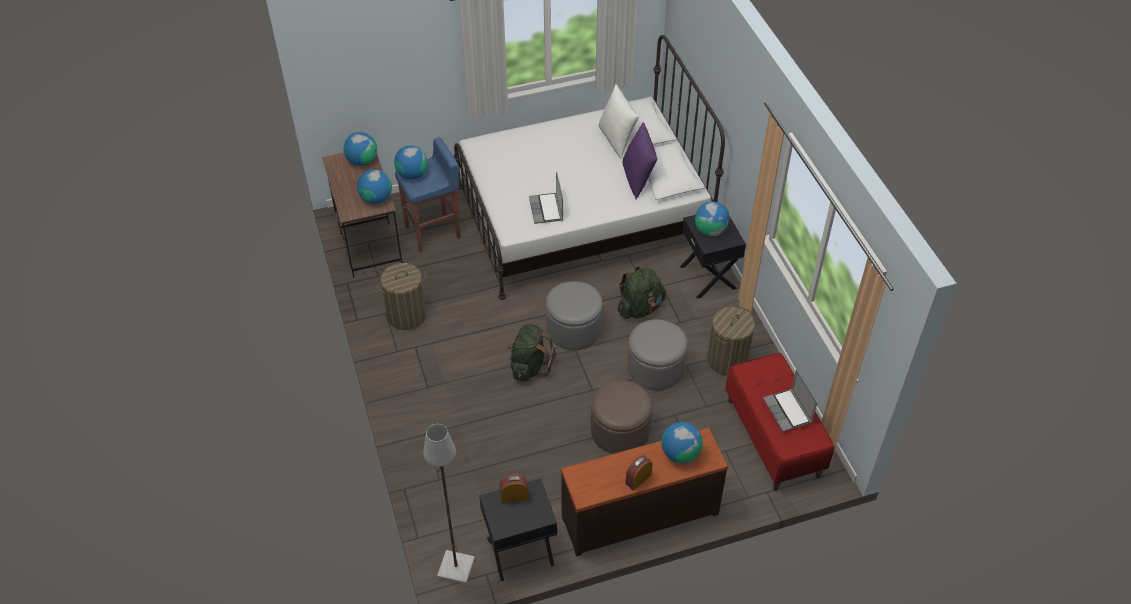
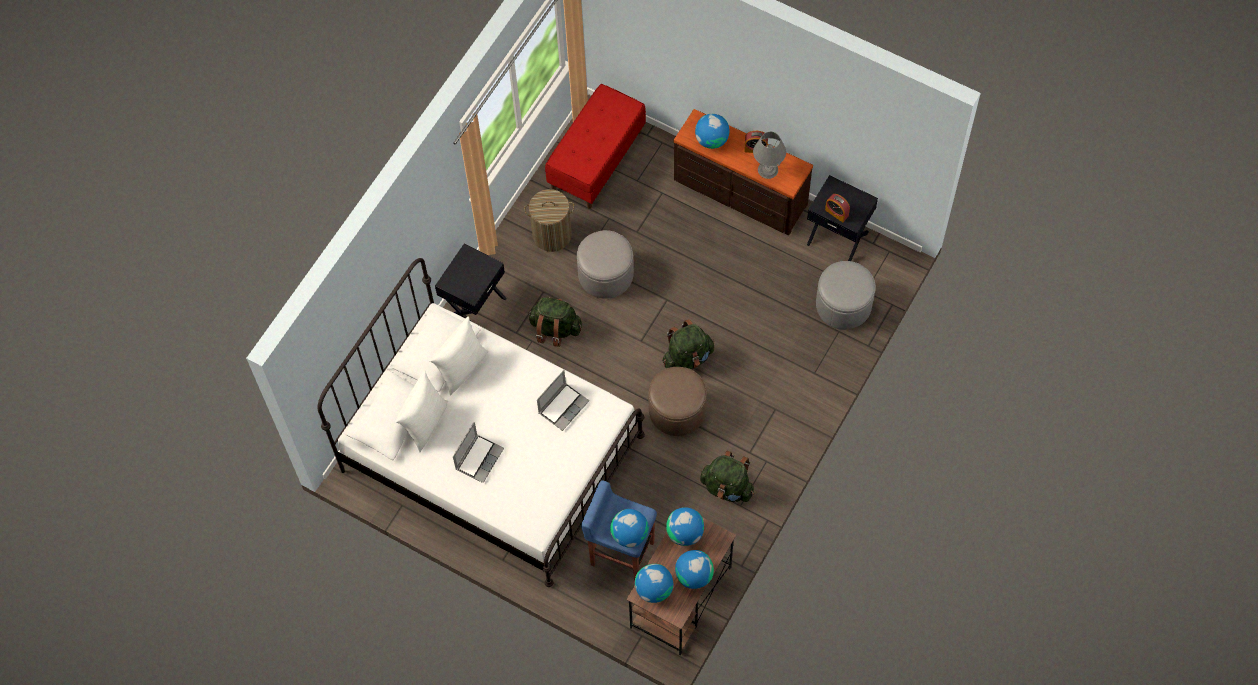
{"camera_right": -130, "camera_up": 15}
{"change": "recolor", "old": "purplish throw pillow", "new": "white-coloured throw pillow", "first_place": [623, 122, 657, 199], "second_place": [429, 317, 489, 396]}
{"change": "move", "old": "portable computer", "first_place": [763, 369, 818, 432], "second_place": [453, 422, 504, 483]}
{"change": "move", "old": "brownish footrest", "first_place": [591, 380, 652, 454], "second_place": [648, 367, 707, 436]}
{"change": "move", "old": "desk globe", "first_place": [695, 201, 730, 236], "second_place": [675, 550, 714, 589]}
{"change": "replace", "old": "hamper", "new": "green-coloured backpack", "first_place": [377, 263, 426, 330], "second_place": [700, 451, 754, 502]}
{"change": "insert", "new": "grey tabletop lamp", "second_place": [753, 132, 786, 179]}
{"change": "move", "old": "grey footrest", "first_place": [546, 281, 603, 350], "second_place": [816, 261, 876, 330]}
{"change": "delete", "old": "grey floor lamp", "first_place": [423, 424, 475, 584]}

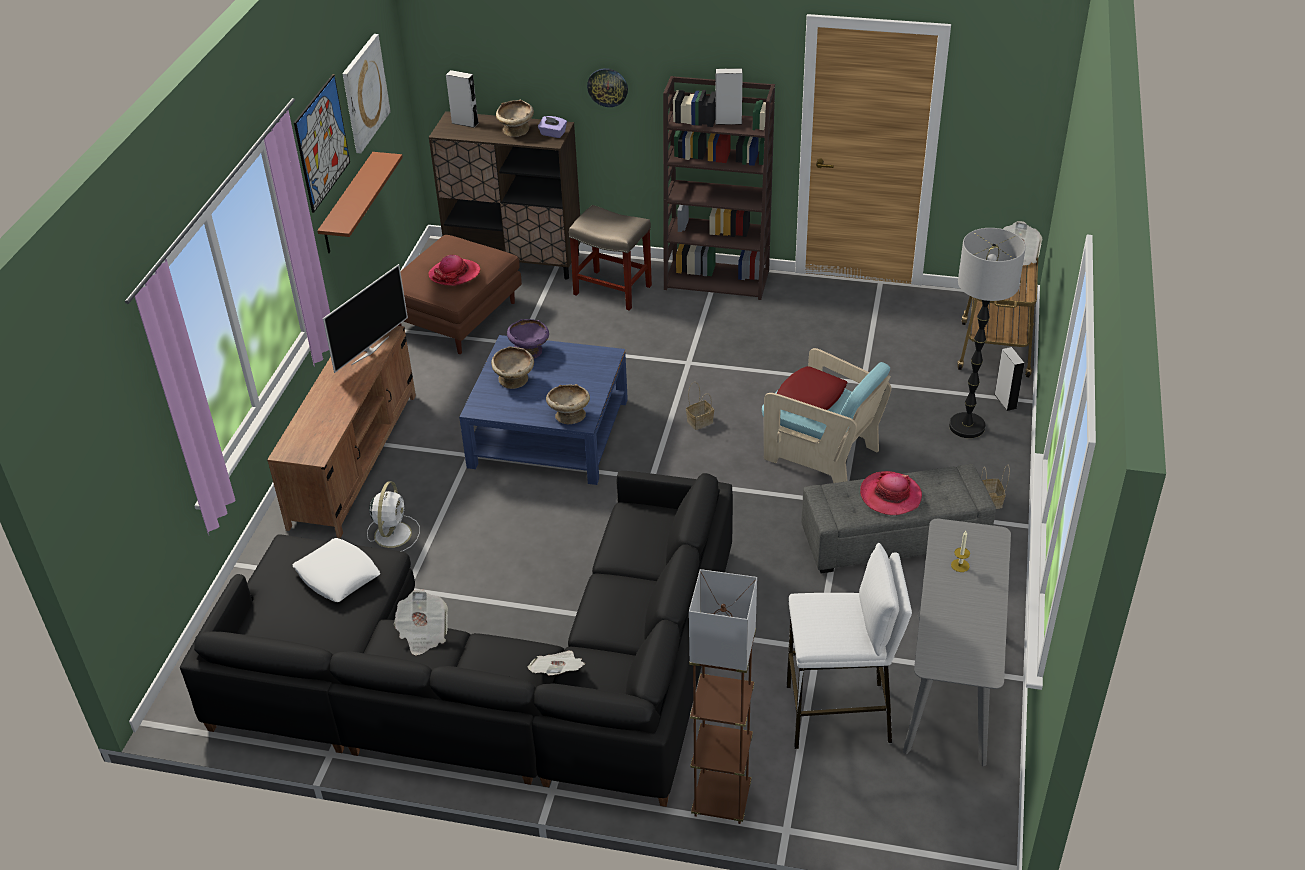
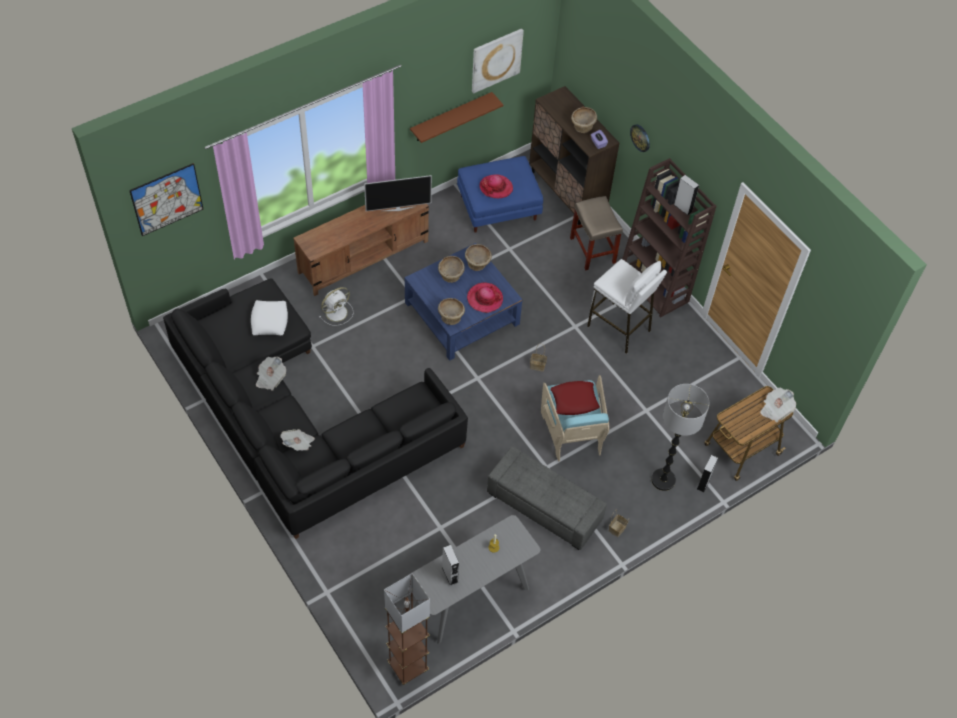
{"camera_right": 40, "camera_up": 15}
{"change": "move", "old": "picture", "first_place": [294, 74, 350, 213], "second_place": [129, 163, 204, 236]}
{"change": "move", "old": "brownish floor lamp", "first_place": [689, 569, 757, 824], "second_place": [384, 573, 430, 685]}
{"change": "move", "old": "grey audio speaker", "first_place": [446, 70, 479, 128], "second_place": [442, 545, 459, 586]}
{"change": "recolor", "old": "brownish footrest", "new": "bluish footrest", "first_place": [398, 235, 522, 354], "second_place": [457, 156, 543, 233]}
{"change": "recolor", "old": "purplish deep dish", "new": "beige-coloured deep dish", "first_place": [507, 319, 549, 359], "second_place": [465, 244, 492, 271]}
{"change": "move", "old": "hat", "first_place": [860, 471, 922, 515], "second_place": [467, 283, 503, 313]}
{"change": "move", "old": "white-coloured sitting stool", "first_place": [787, 543, 912, 749], "second_place": [587, 259, 667, 354]}

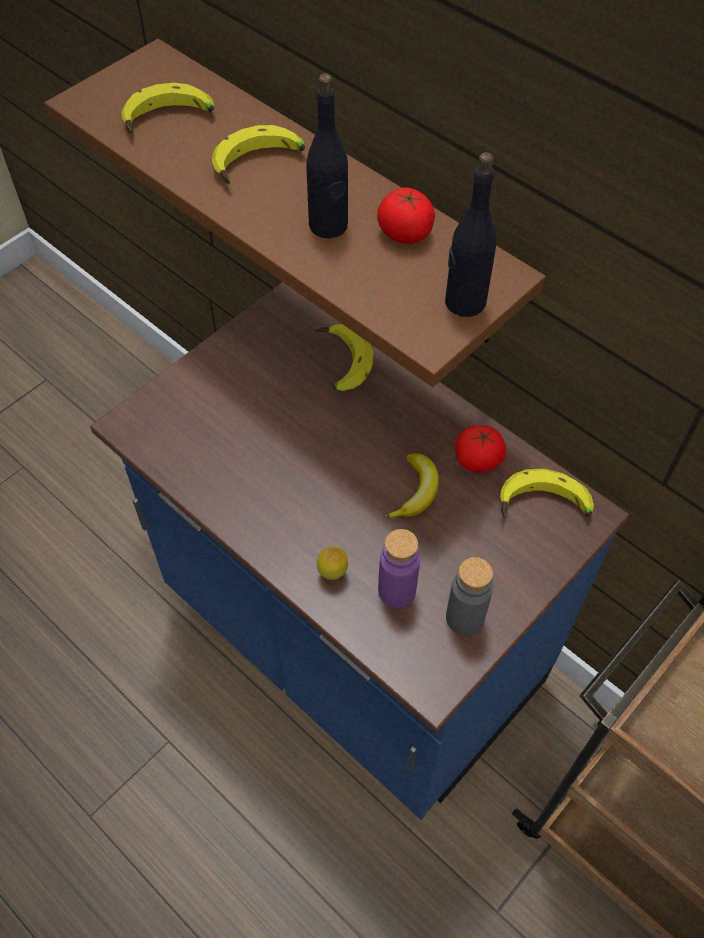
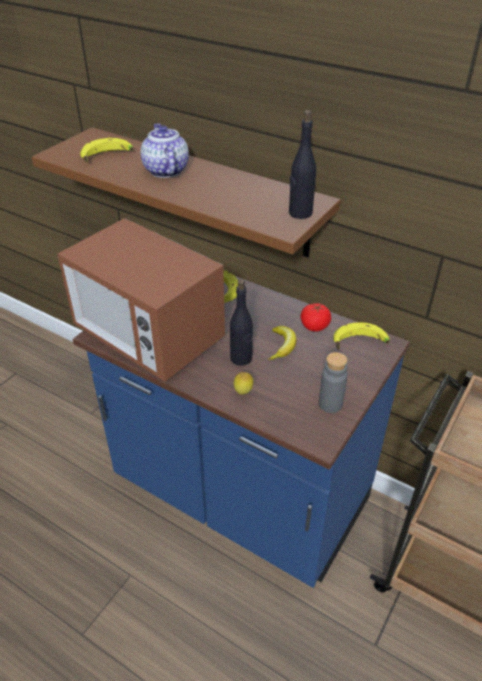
{"camera_right": -10, "camera_up": -15}
{"change": "insert", "new": "microwave oven", "second_place": [57, 218, 225, 382]}
{"change": "replace", "old": "banana", "new": "tea pot", "first_place": [212, 125, 305, 185], "second_place": [141, 123, 189, 178]}
{"change": "move", "old": "blackish beverage bottle", "first_place": [306, 73, 348, 238], "second_place": [230, 279, 253, 366]}
{"change": "delete", "old": "fresh tomato", "first_place": [377, 187, 435, 244]}
{"change": "delete", "old": "purplish beverage bottle", "first_place": [378, 529, 420, 608]}

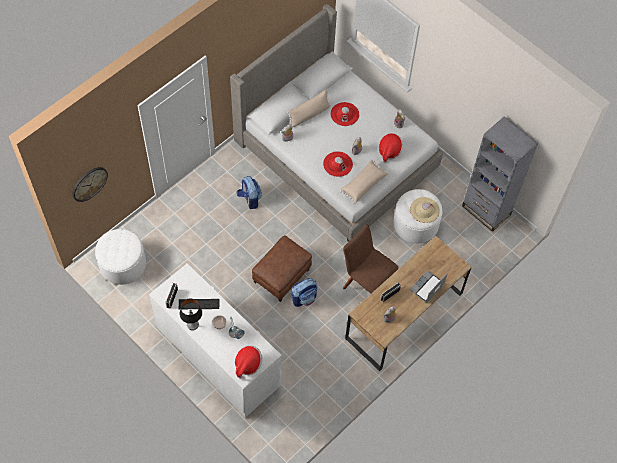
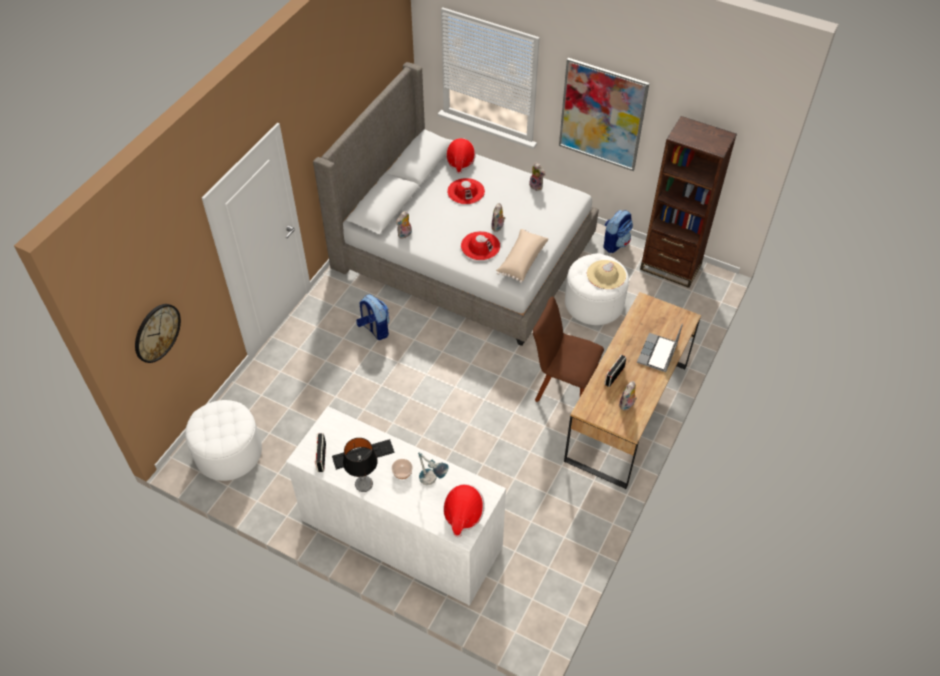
{"camera_right": -15, "camera_up": -10}
{"change": "move", "old": "hat", "first_place": [379, 133, 403, 163], "second_place": [446, 138, 475, 174]}
{"change": "insert", "new": "picture", "second_place": [559, 58, 649, 171]}
{"change": "move", "old": "backpack", "first_place": [292, 278, 317, 307], "second_place": [603, 210, 633, 253]}
{"change": "recolor", "old": "grey shelving unit", "new": "brownish shelving unit", "first_place": [462, 116, 538, 232], "second_place": [640, 116, 737, 288]}
{"change": "delete", "old": "brownish footrest", "first_place": [252, 235, 312, 302]}
{"change": "delete", "old": "beige-coloured throw pillow", "first_place": [287, 89, 331, 127]}

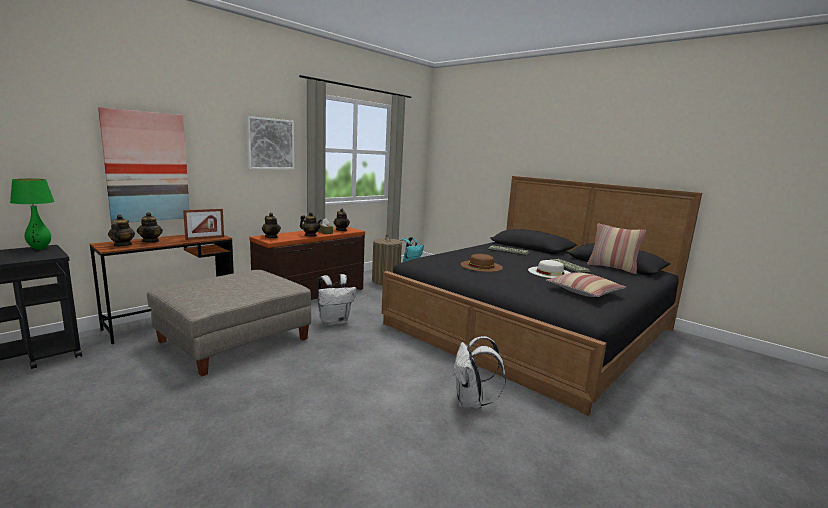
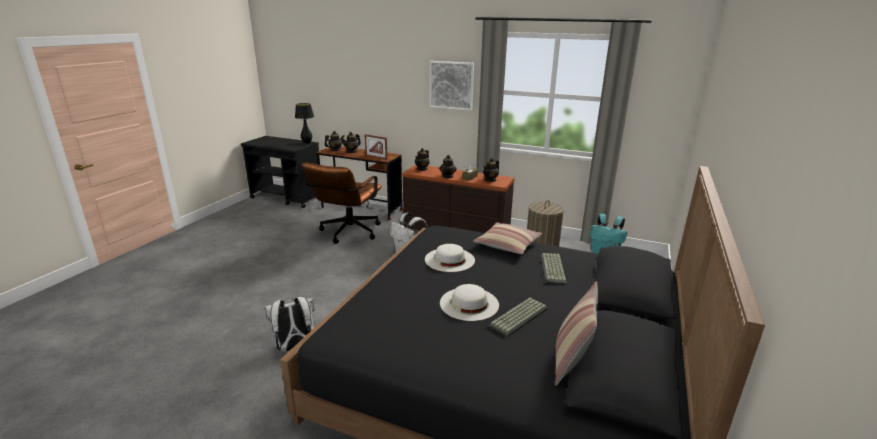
{"camera_right": 70, "camera_up": 10}
{"change": "recolor", "old": "green-coloured tabletop lamp", "new": "blackish tabletop lamp", "first_place": [10, 179, 55, 250], "second_place": [295, 103, 314, 144]}
{"change": "replace", "old": "grey footrest", "new": "brownish office chair", "first_place": [147, 270, 311, 376], "second_place": [301, 163, 382, 244]}
{"change": "recolor", "old": "brownish hat", "new": "white-coloured hat", "first_place": [460, 254, 503, 272], "second_place": [425, 244, 475, 272]}
{"change": "move", "old": "throw pillow", "first_place": [546, 273, 626, 297], "second_place": [473, 222, 542, 254]}
{"change": "delete", "old": "picture", "first_place": [98, 107, 190, 223]}

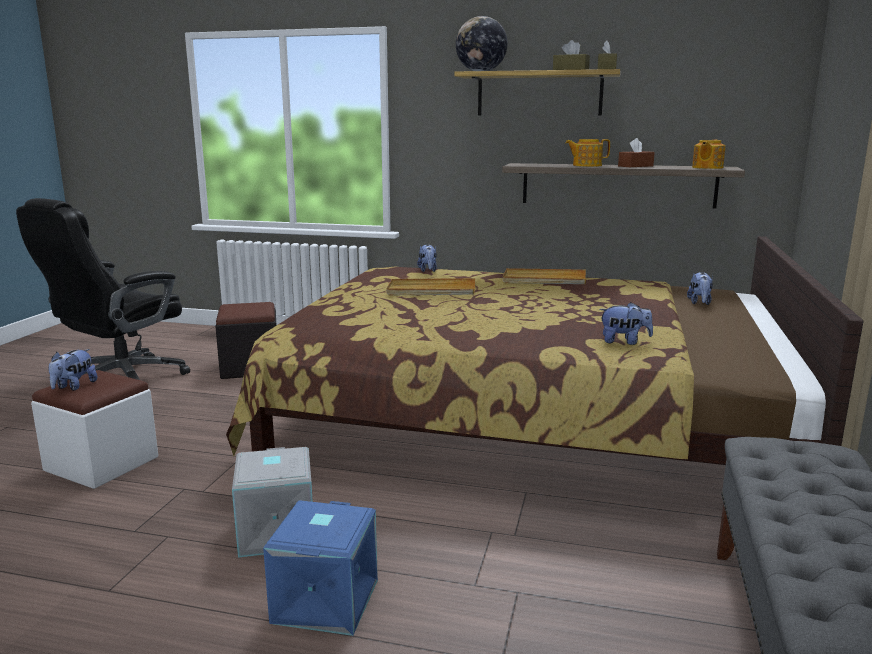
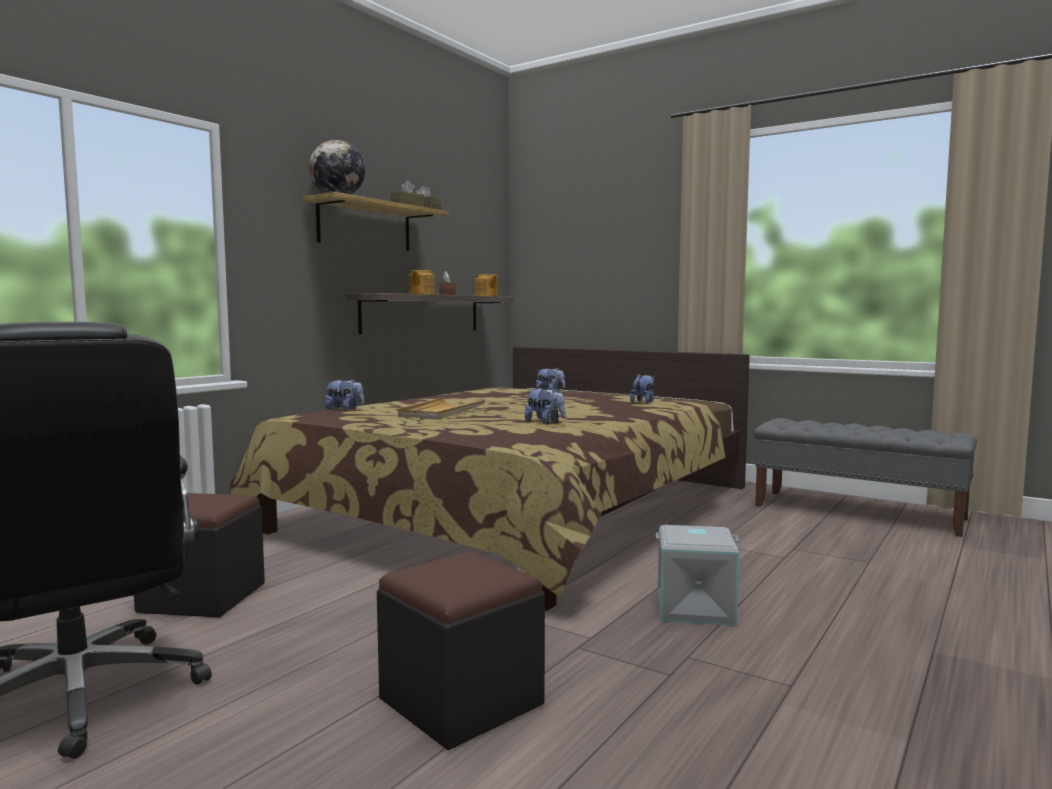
{"camera_right": -70, "camera_up": -10}
{"change": "recolor", "old": "white-coloured footrest", "new": "blackish footrest", "first_place": [31, 370, 158, 489], "second_place": [377, 551, 545, 750]}
{"change": "move", "old": "cuddly toy", "first_place": [48, 349, 97, 391], "second_place": [525, 387, 565, 424]}
{"change": "delete", "old": "bluish storage container", "first_place": [263, 500, 378, 636]}
{"change": "delete", "old": "beige-coloured serving tray", "first_place": [503, 268, 586, 284]}

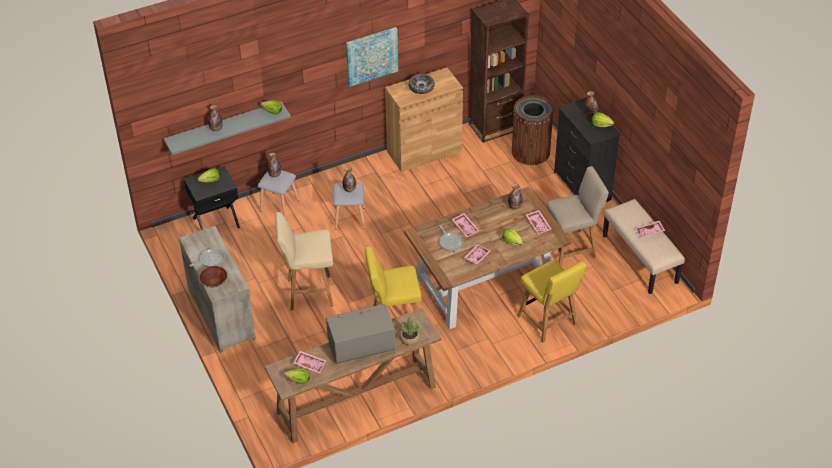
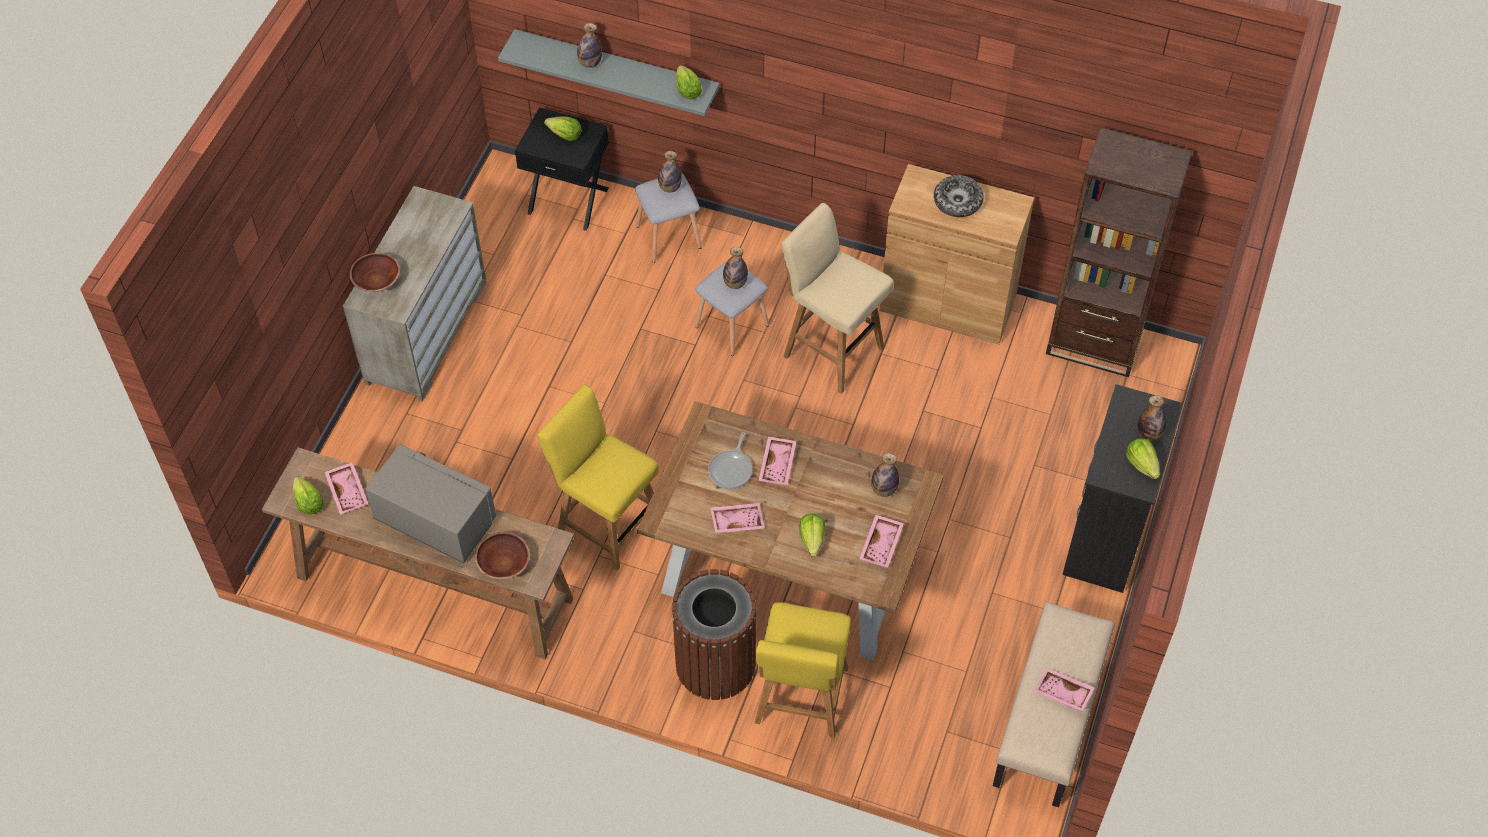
{"camera_right": 45, "camera_up": 10}
{"change": "replace", "old": "houseplant", "new": "brownish deep dish", "first_place": [399, 317, 420, 345], "second_place": [475, 532, 530, 579]}
{"change": "move", "old": "brownish trash can", "first_place": [512, 95, 554, 165], "second_place": [671, 569, 757, 700]}
{"change": "move", "old": "beige-coloured sitting stool", "first_place": [275, 212, 333, 311], "second_place": [781, 203, 894, 394]}
{"change": "delete", "old": "frying pan", "first_place": [189, 248, 225, 267]}
{"change": "delete", "old": "picture", "first_place": [346, 27, 398, 87]}
{"change": "delete", "old": "beige-coloured plain chair", "first_place": [546, 166, 609, 267]}

